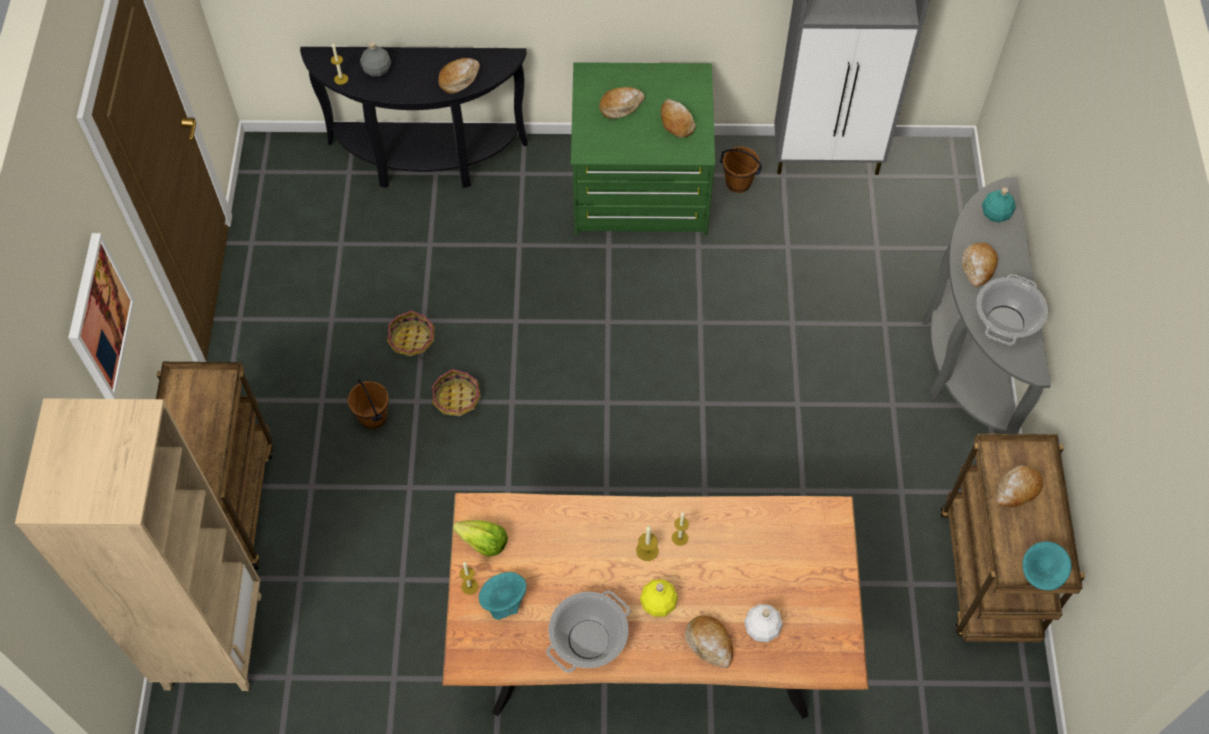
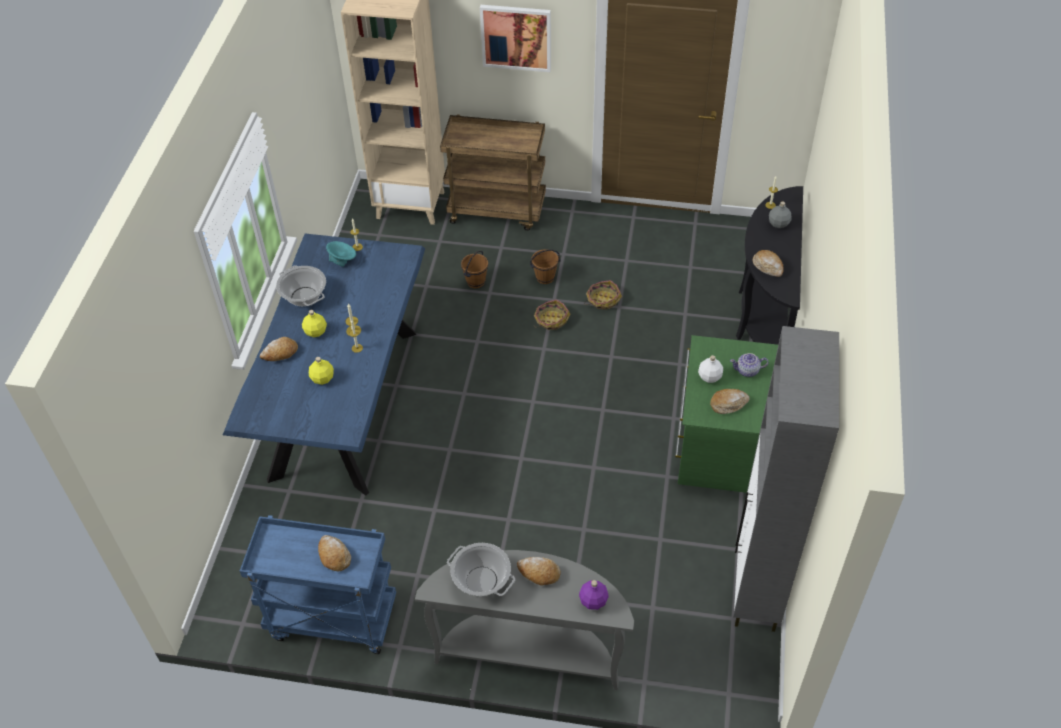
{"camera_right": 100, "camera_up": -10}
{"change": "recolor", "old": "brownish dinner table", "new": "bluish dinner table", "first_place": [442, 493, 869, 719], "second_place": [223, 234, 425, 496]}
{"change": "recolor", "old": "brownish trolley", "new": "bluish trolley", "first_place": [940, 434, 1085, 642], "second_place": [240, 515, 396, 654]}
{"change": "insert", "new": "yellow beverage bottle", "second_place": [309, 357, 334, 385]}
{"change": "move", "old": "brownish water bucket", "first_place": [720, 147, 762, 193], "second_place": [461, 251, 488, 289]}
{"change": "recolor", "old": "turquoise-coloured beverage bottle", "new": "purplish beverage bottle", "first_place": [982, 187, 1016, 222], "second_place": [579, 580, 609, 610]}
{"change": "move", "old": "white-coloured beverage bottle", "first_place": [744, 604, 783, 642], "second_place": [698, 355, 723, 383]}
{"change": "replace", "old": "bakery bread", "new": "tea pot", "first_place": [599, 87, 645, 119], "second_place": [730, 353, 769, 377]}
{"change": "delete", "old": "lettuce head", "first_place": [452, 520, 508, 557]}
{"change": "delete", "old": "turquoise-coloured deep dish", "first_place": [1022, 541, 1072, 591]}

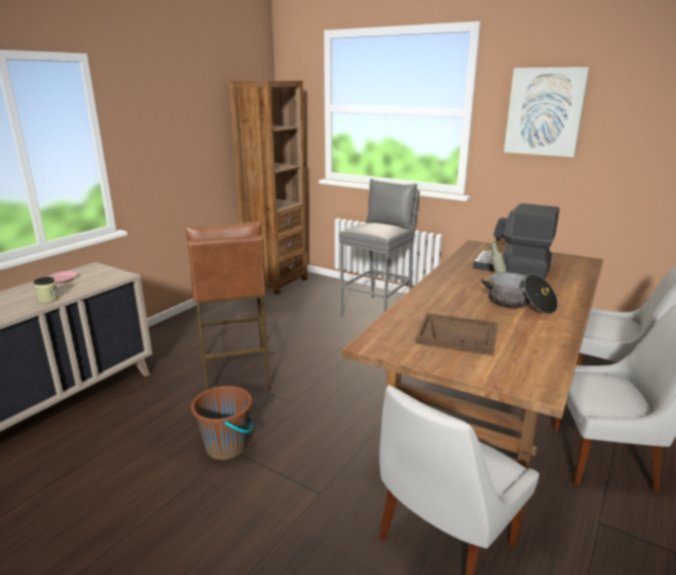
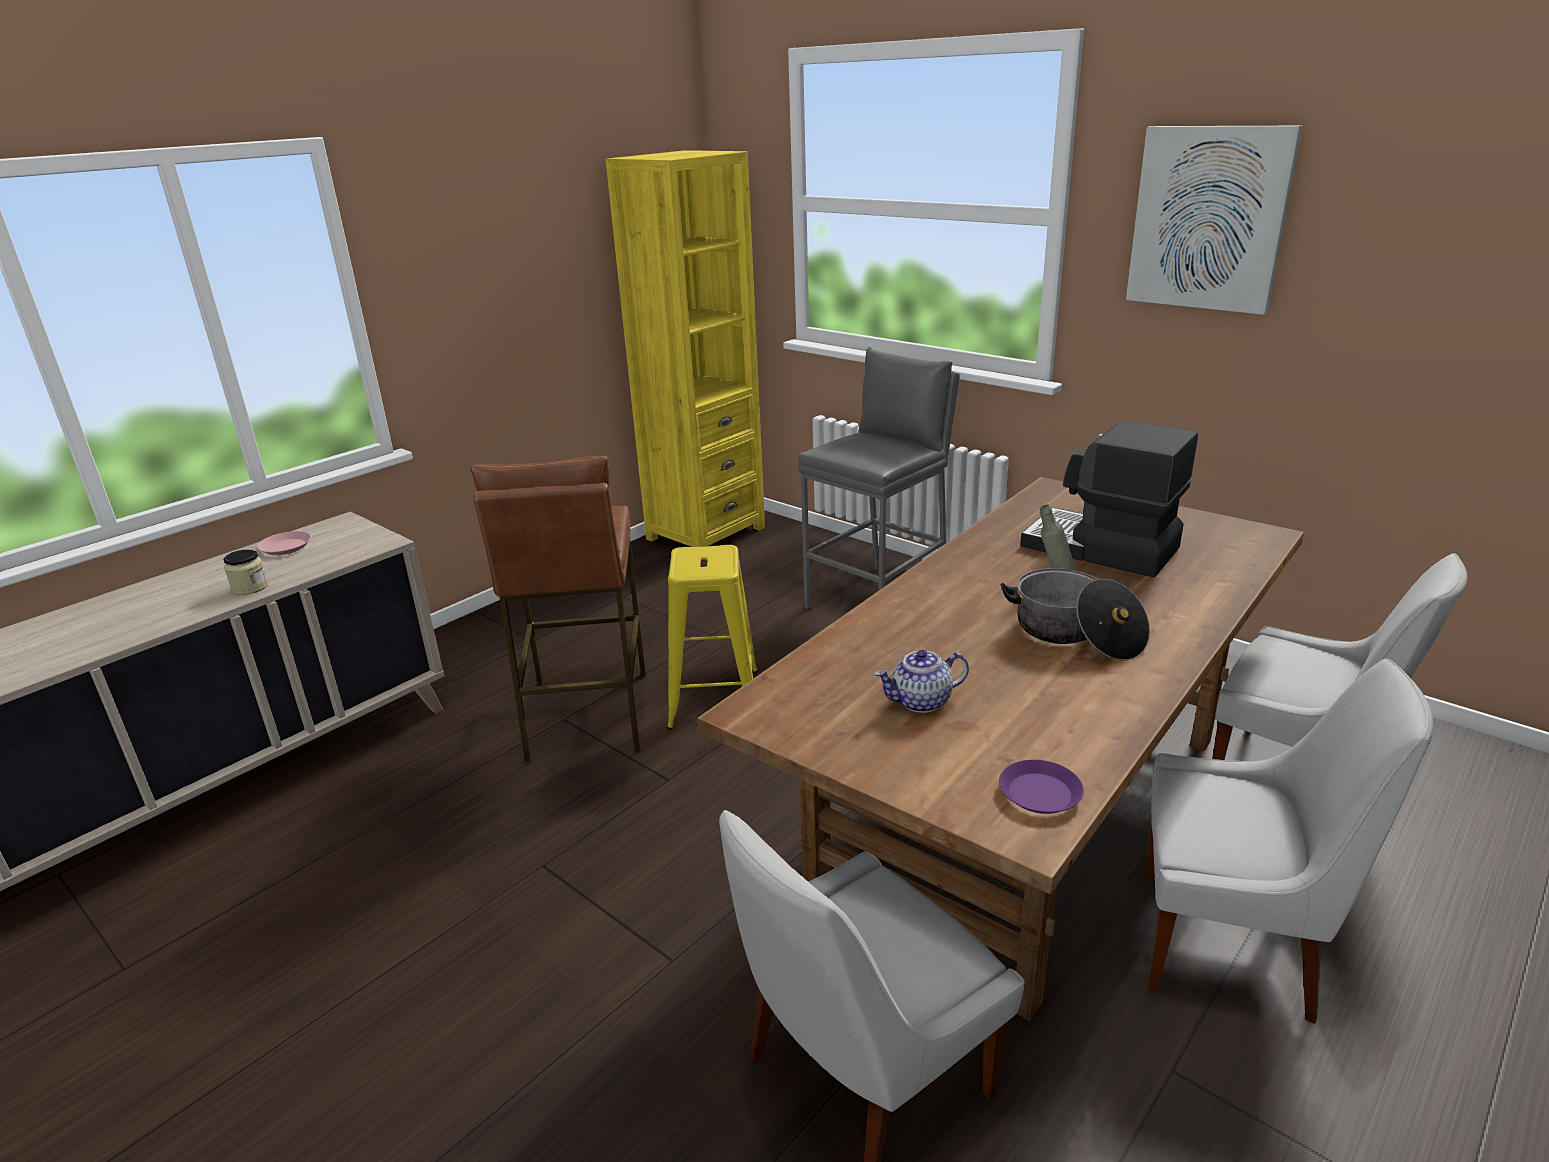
{"camera_right": 10, "camera_up": 5}
{"change": "recolor", "old": "brownish shelving unit", "new": "yellow shelving unit", "first_place": [229, 81, 308, 295], "second_place": [605, 150, 765, 547]}
{"change": "insert", "new": "yellow sitting stool", "second_place": [667, 545, 758, 730]}
{"change": "replace", "old": "brownish serving tray", "new": "tea pot", "first_place": [415, 313, 498, 356], "second_place": [875, 650, 969, 713]}
{"change": "insert", "new": "purplish plate", "second_place": [999, 760, 1084, 814]}
{"change": "delete", "old": "brownish water bucket", "first_place": [191, 386, 253, 460]}

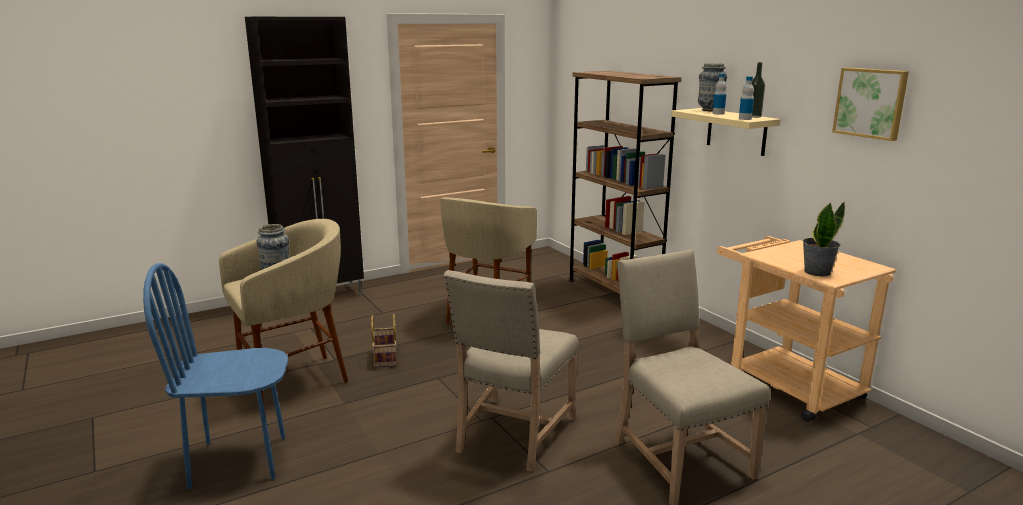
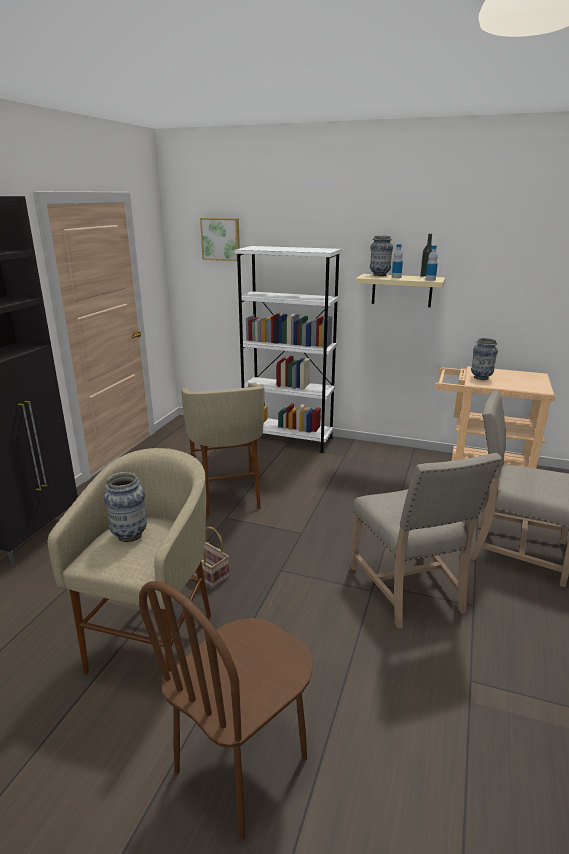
{"camera_right": -40, "camera_up": 5}
{"change": "recolor", "old": "bluish plain chair", "new": "brownish plain chair", "first_place": [143, 263, 288, 489], "second_place": [139, 581, 313, 840]}
{"change": "move", "old": "picture", "first_place": [832, 68, 909, 141], "second_place": [200, 218, 240, 261]}
{"change": "recolor", "old": "brownish shelving unit", "new": "white-coloured shelving unit", "first_place": [569, 71, 682, 294], "second_place": [234, 246, 342, 453]}
{"change": "insert", "new": "vase", "second_place": [471, 338, 498, 380]}
{"change": "delete", "old": "houseplant", "first_place": [803, 201, 845, 276]}

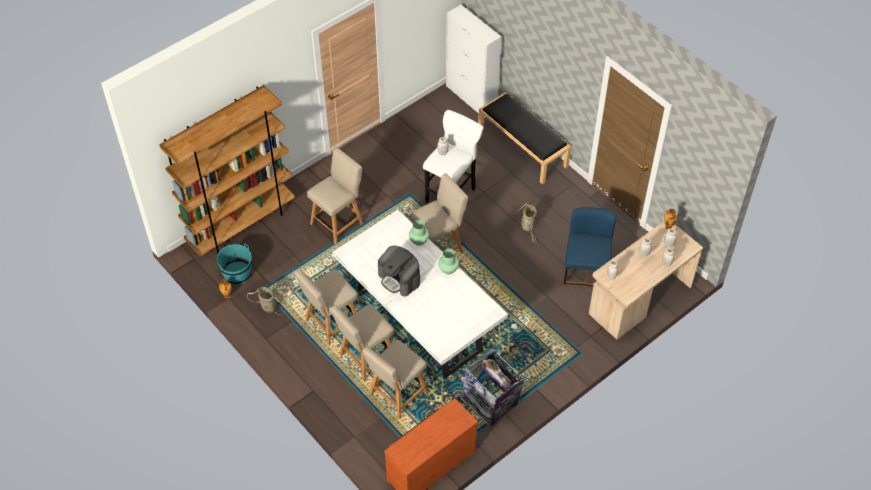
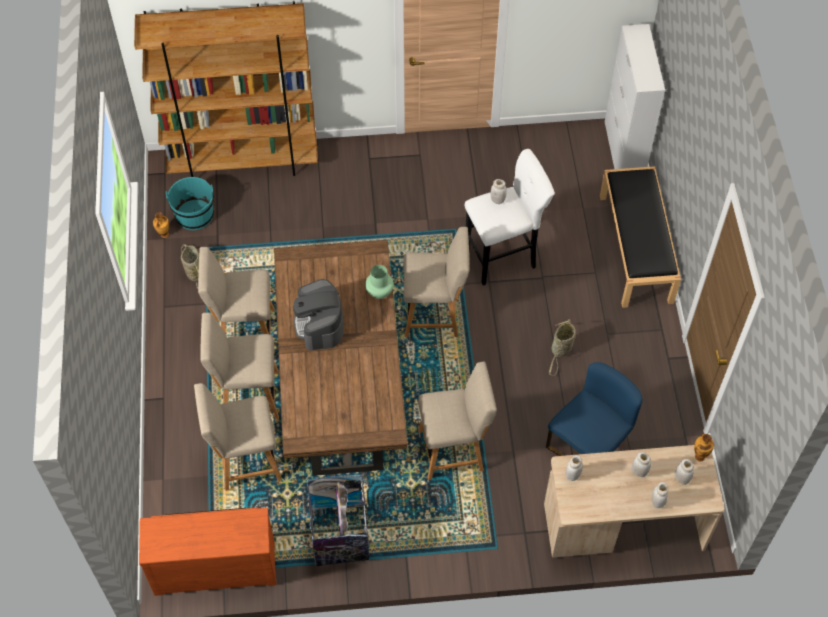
{"camera_right": 35, "camera_up": 5}
{"change": "recolor", "old": "white-coloured dinner table", "new": "brownish dinner table", "first_place": [333, 210, 508, 379], "second_place": [274, 240, 408, 476]}
{"change": "move", "old": "beige-coloured plain chair", "first_place": [307, 148, 363, 245], "second_place": [418, 361, 497, 480]}
{"change": "delete", "old": "green-coloured vase", "first_place": [438, 249, 459, 274]}

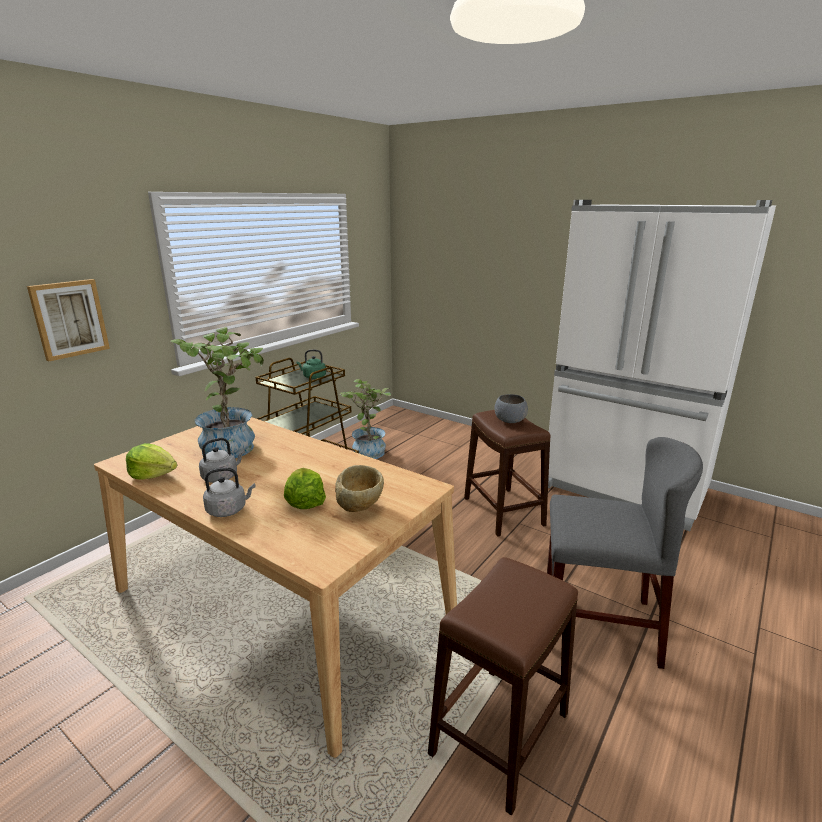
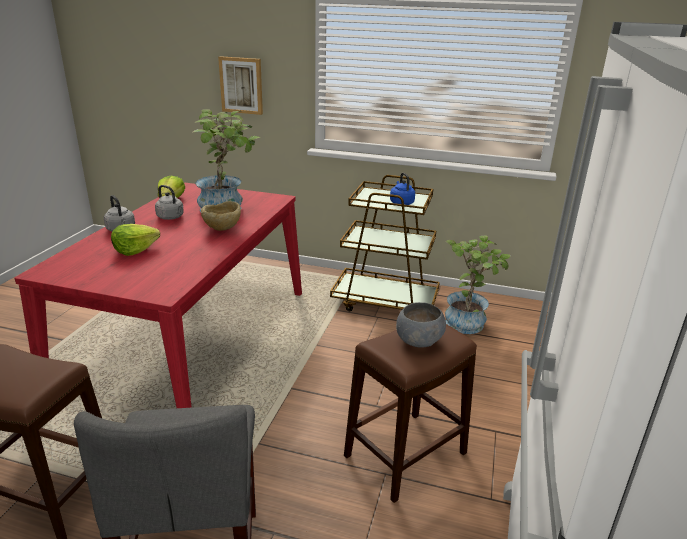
{"camera_right": 70, "camera_up": 5}
{"change": "recolor", "old": "beige-coloured dinner table", "new": "red dinner table", "first_place": [94, 417, 457, 758], "second_place": [15, 183, 302, 408]}
{"change": "move", "old": "beige-coloured deep dish", "first_place": [335, 465, 384, 512], "second_place": [201, 201, 241, 231]}
{"change": "recolor", "old": "green-coloured water kettle", "new": "bluish water kettle", "first_place": [297, 350, 326, 379], "second_place": [390, 173, 415, 205]}

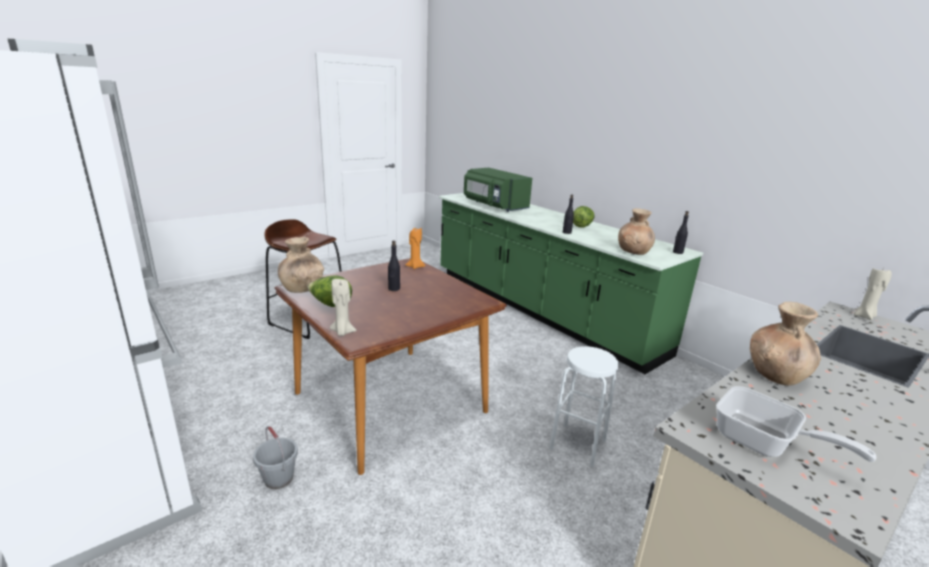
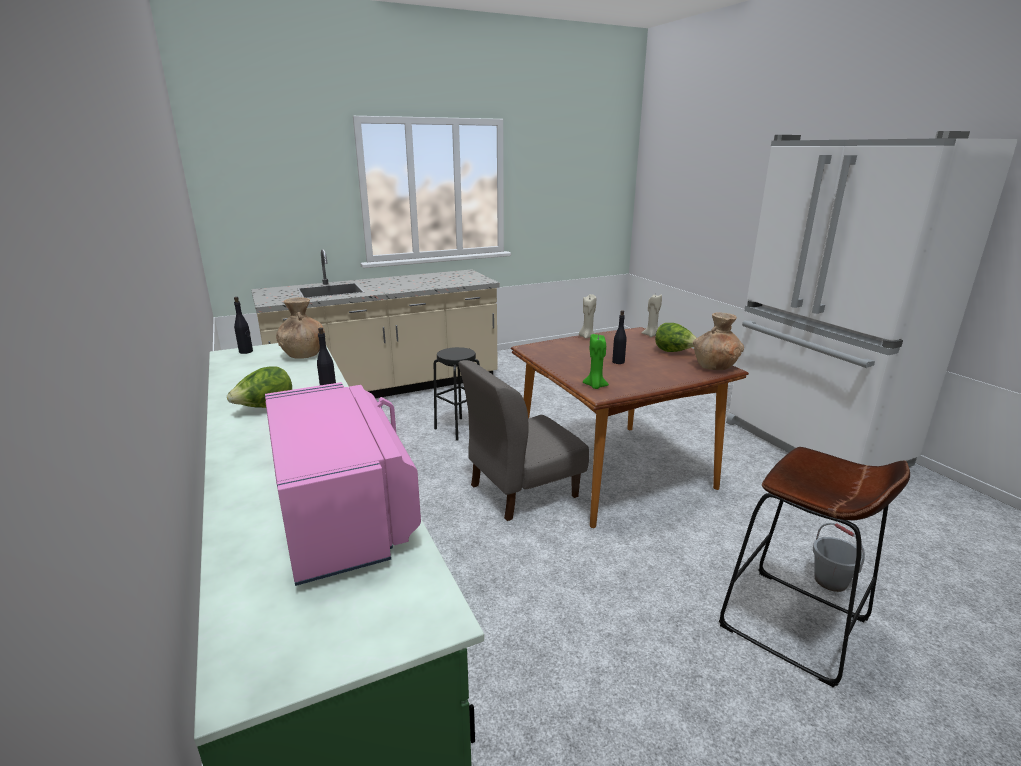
{"camera_right": -165, "camera_up": 0}
{"change": "recolor", "old": "green-coloured microwave oven", "new": "pink microwave oven", "first_place": [464, 168, 532, 212], "second_place": [265, 382, 421, 586]}
{"change": "recolor", "old": "white-coloured sitting stool", "new": "blackish sitting stool", "first_place": [549, 346, 618, 467], "second_place": [434, 347, 480, 441]}
{"change": "insert", "new": "grey plain chair", "second_place": [458, 360, 589, 521]}
{"change": "move", "old": "beige-coloured candle", "first_place": [854, 268, 892, 320], "second_place": [579, 294, 596, 339]}
{"change": "recolor", "old": "orange-coloured candle", "new": "green-coloured candle", "first_place": [405, 227, 425, 269], "second_place": [583, 334, 609, 389]}
{"change": "move", "old": "grey water bucket", "first_place": [253, 426, 298, 489], "second_place": [813, 523, 865, 592]}
{"change": "delete", "old": "frying pan", "first_place": [716, 386, 876, 462]}
{"change": "delete", "old": "brownish vase", "first_place": [750, 302, 821, 386]}

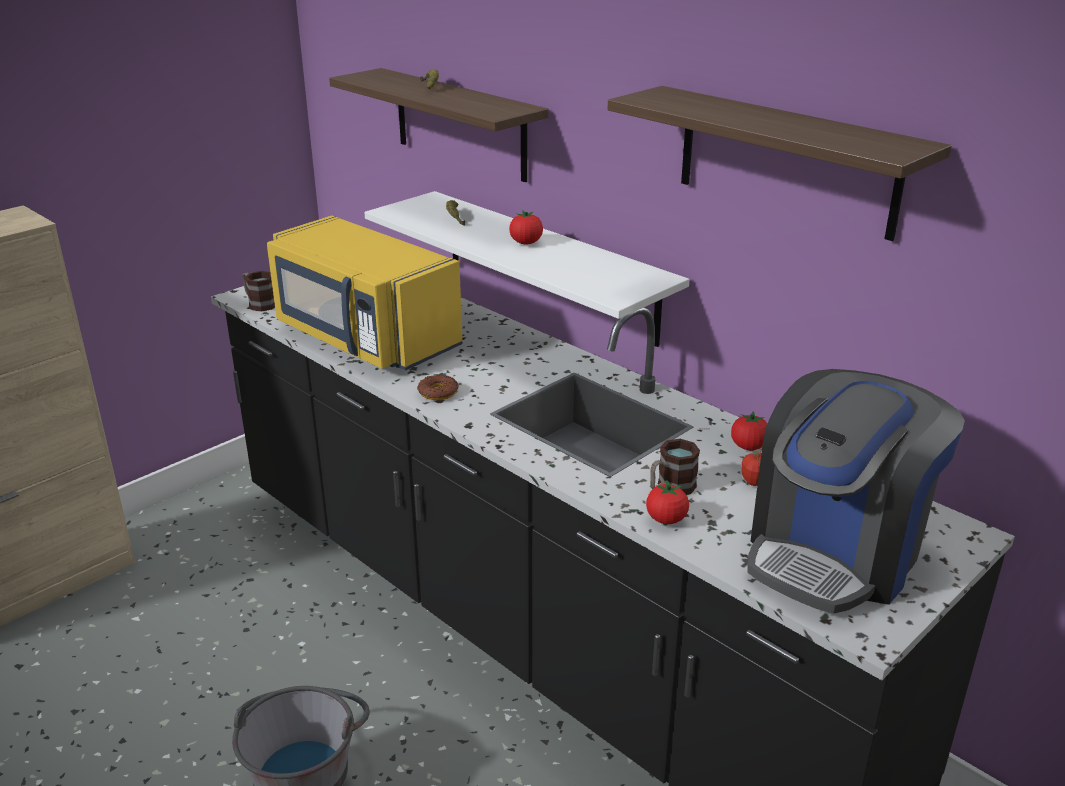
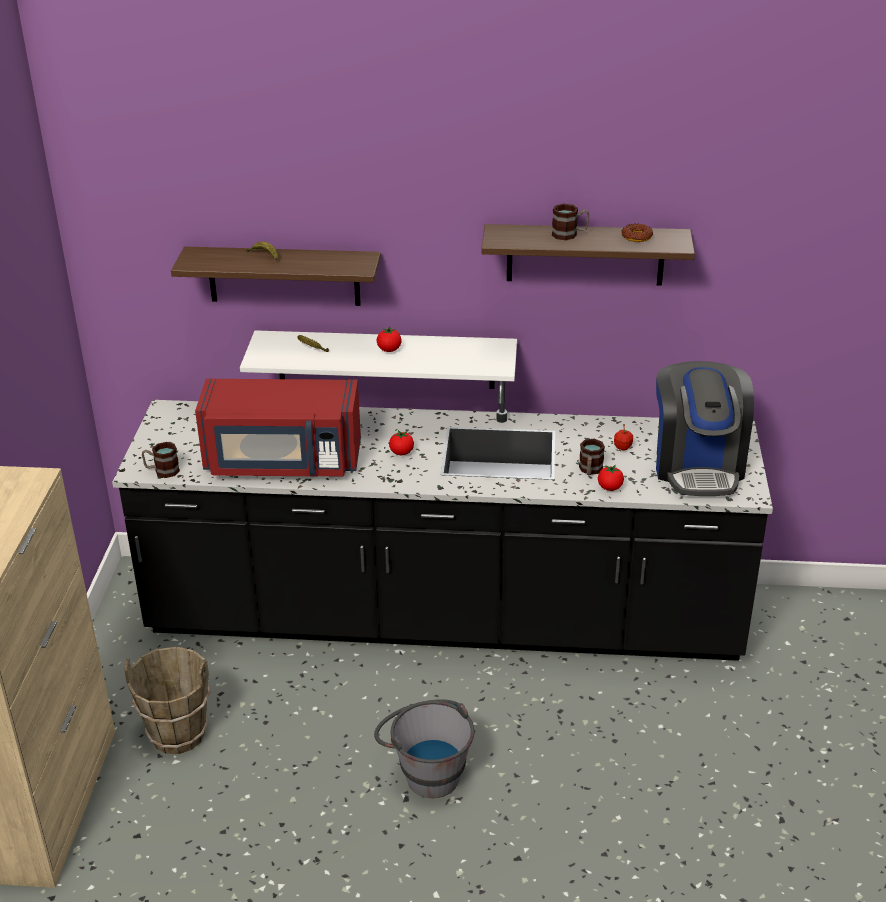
{"camera_right": -40, "camera_up": 5}
{"change": "insert", "new": "brownish water bucket", "second_place": [124, 647, 210, 754]}
{"change": "recolor", "old": "yellow microwave oven", "new": "red microwave oven", "first_place": [267, 216, 462, 370], "second_place": [195, 379, 361, 476]}
{"change": "move", "old": "fresh tomato", "first_place": [731, 411, 767, 450], "second_place": [389, 430, 414, 455]}
{"change": "insert", "new": "mug", "second_place": [552, 204, 589, 240]}
{"change": "move", "old": "doughnut", "first_place": [417, 374, 459, 400], "second_place": [622, 223, 653, 242]}

